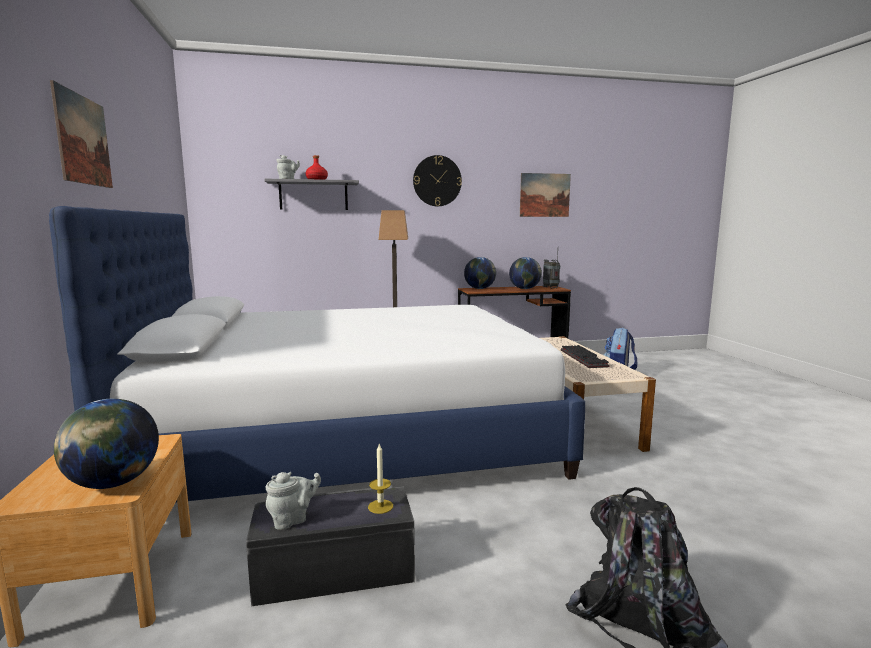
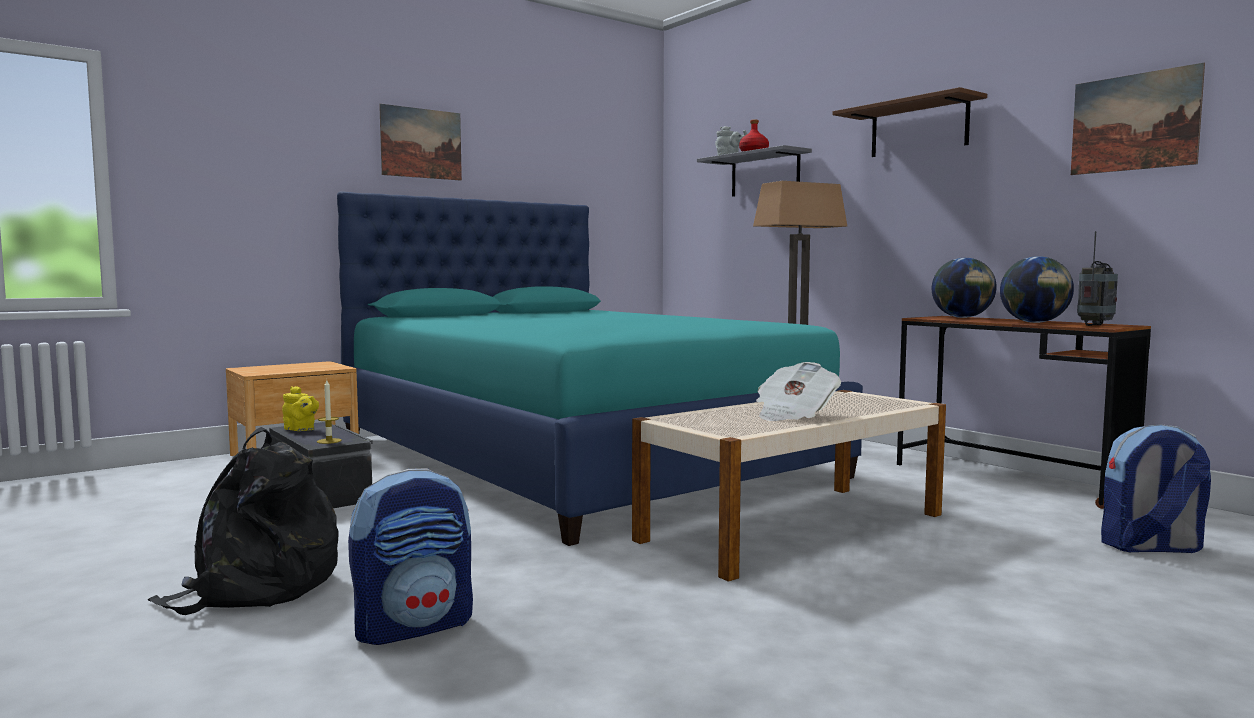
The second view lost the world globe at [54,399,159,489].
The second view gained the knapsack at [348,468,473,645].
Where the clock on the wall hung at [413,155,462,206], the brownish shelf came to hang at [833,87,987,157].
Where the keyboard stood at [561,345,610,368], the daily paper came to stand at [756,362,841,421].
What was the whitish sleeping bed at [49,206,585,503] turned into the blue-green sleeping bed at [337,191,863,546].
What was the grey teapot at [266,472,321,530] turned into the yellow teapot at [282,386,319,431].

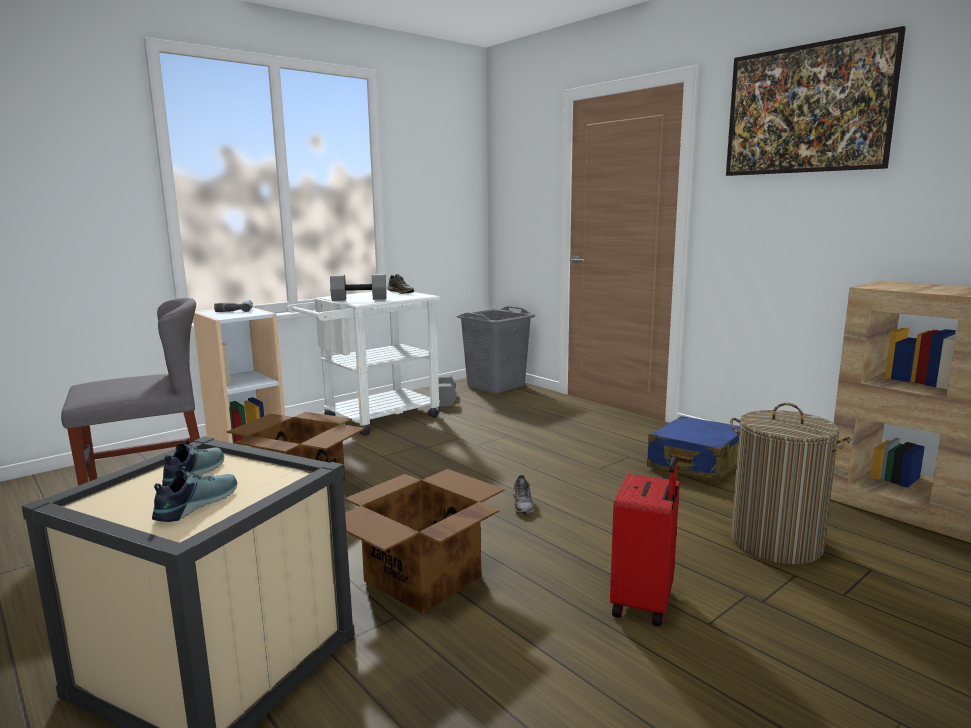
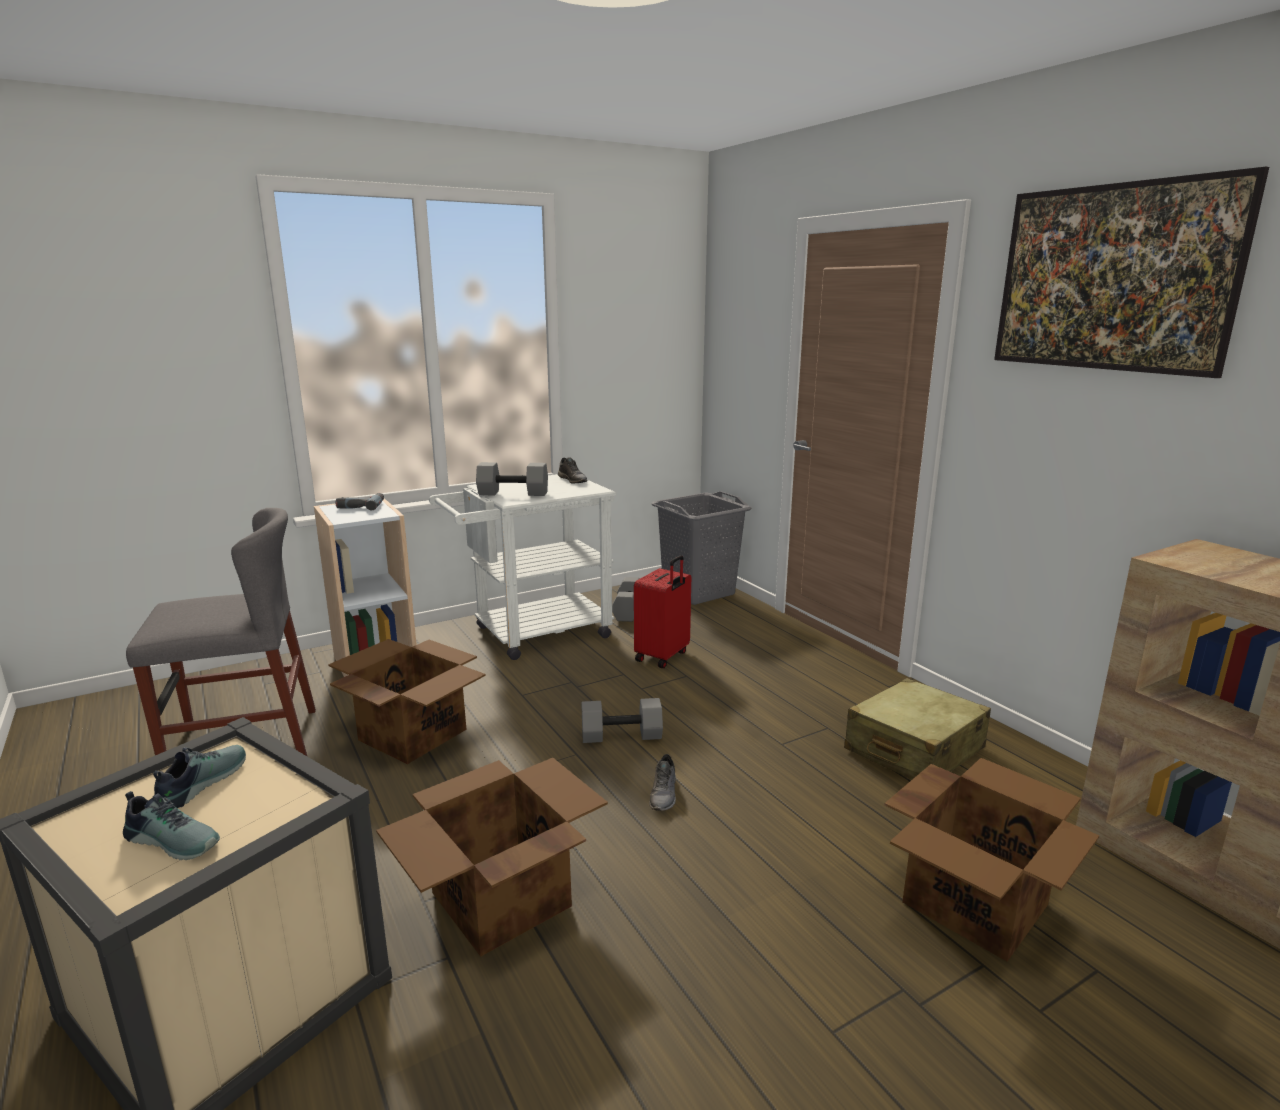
The second view gained the grey dumbbell at [582,698,663,743].
The red travel case ended up elsewhere, having gone from [610,455,680,627] to [634,555,691,668].
Where the washing basket stood at [730,403,852,564], the cardboard box came to stand at [885,758,1099,961].
What was the blue travel case at [647,416,740,482] turned into the beige-coloured travel case at [844,678,991,779].
The shoe at [152,466,237,522] ended up facing another way, 75 degrees clockwise from before.

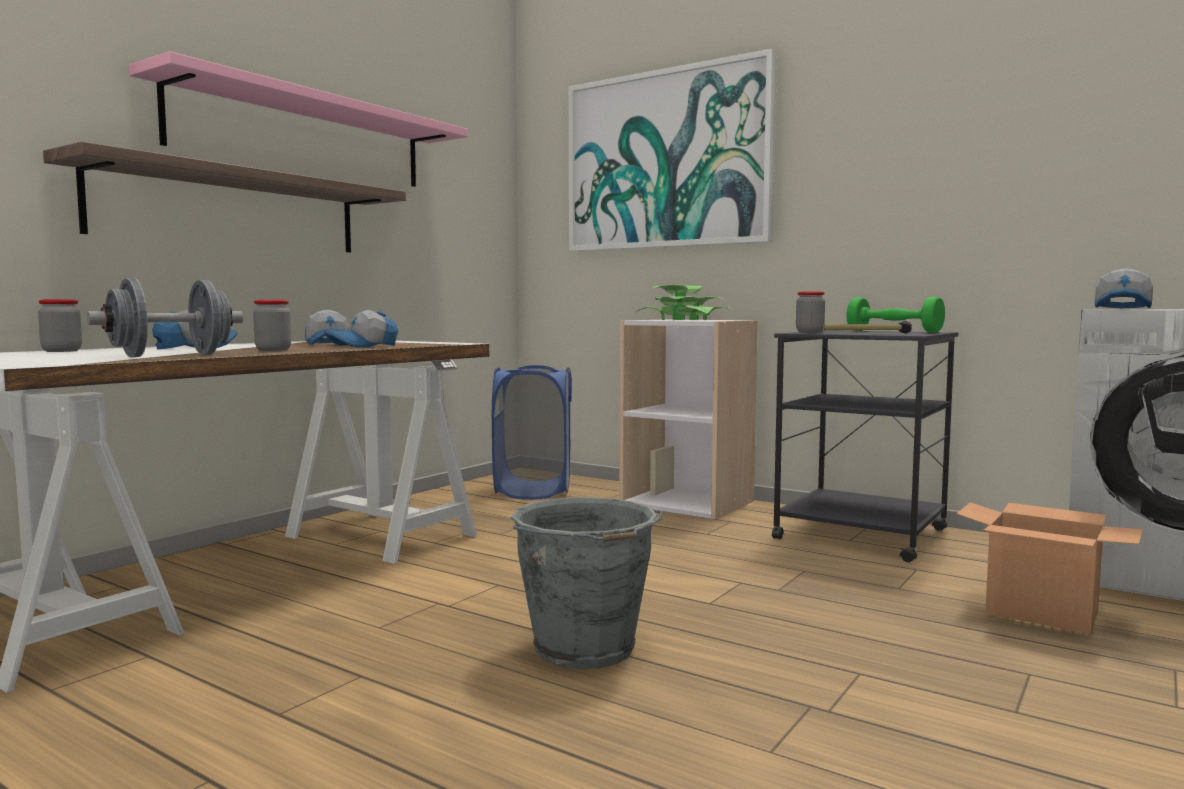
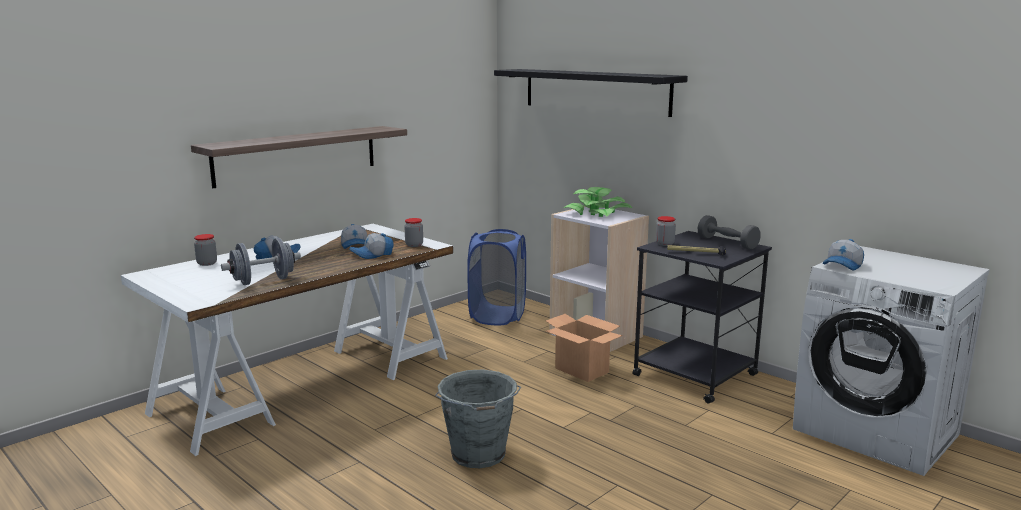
The second view lost the pink shelf at [129,51,468,187].
The preserve jar ended up elsewhere, having gone from [253,299,291,351] to [404,218,423,247].
The cardboard box ended up elsewhere, having gone from [957,502,1143,634] to [546,314,623,382].
Where the picture hung at [569,49,777,251], the black-coloured shelf came to hang at [494,69,688,117].
What was the green dumbbell at [846,297,945,332] turned into the grey dumbbell at [698,215,761,250].

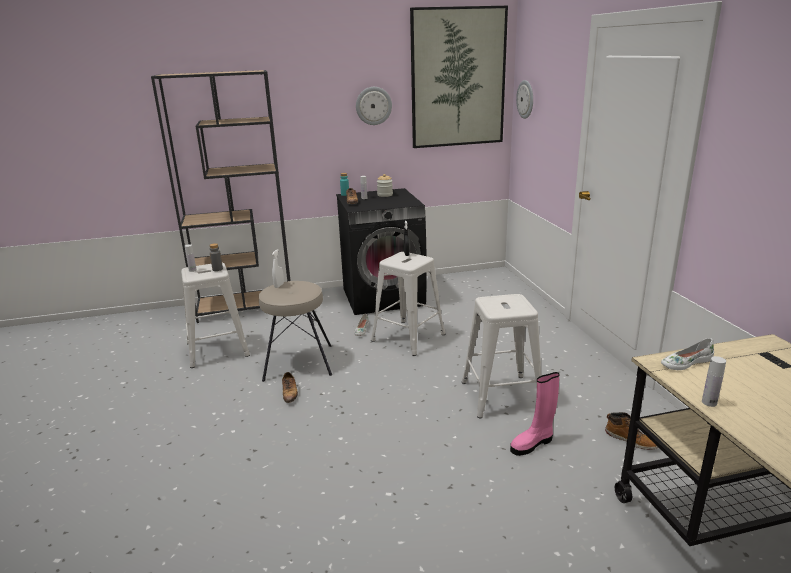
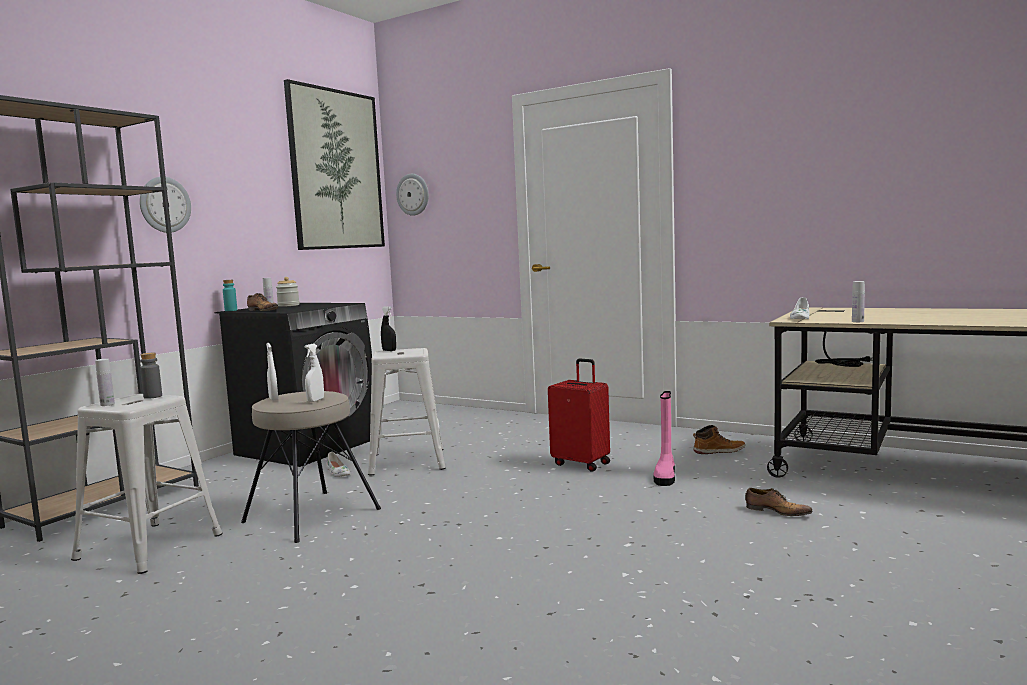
The second view gained the whitish spray bottle at [305,343,324,402].
The shoe ended up elsewhere, having gone from [282,372,298,405] to [745,488,813,517].
The clock on the wall ended up elsewhere, having gone from [356,87,392,125] to [140,177,191,233].
Where the whitish stool stood at [461,294,542,418], the red travel case came to stand at [548,358,610,471].

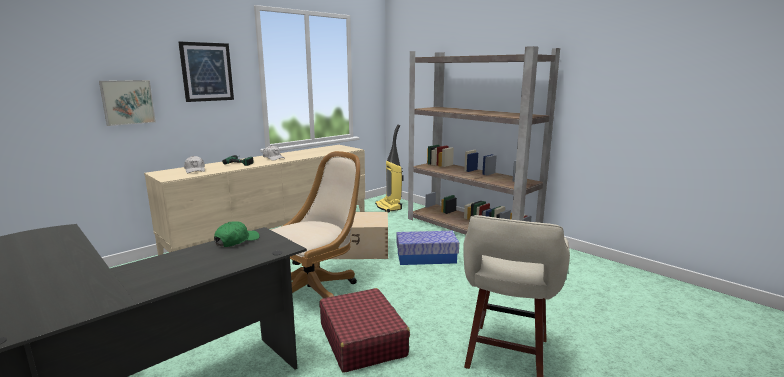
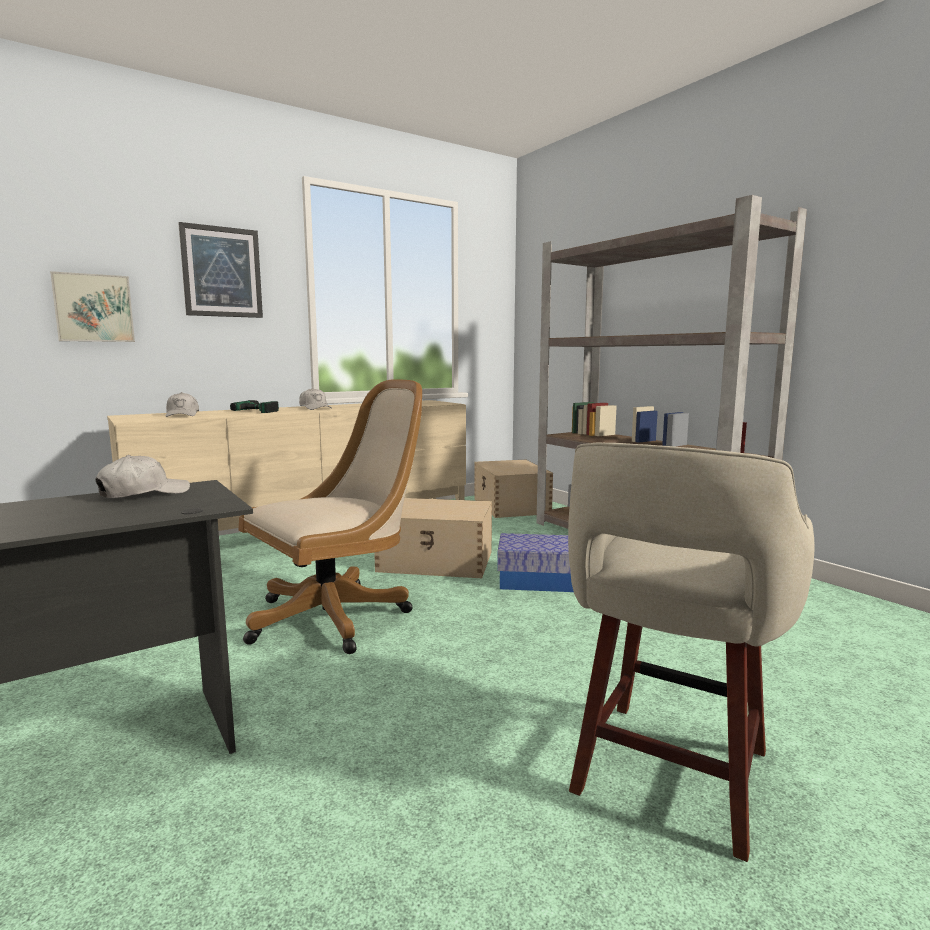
The second view lost the red travel case at [319,288,410,373].
Where the vacuum stood at [375,124,403,213], the beige-coloured storage box came to stand at [474,460,553,518].
What was the green cap at [214,221,260,247] turned into the whitish cap at [96,455,190,498].

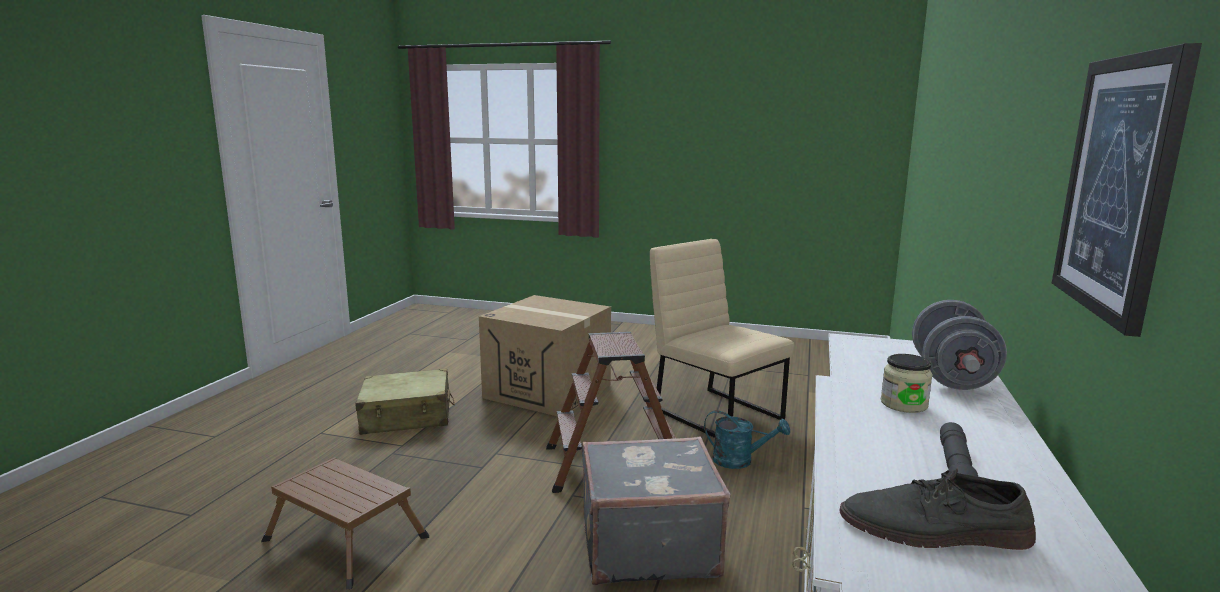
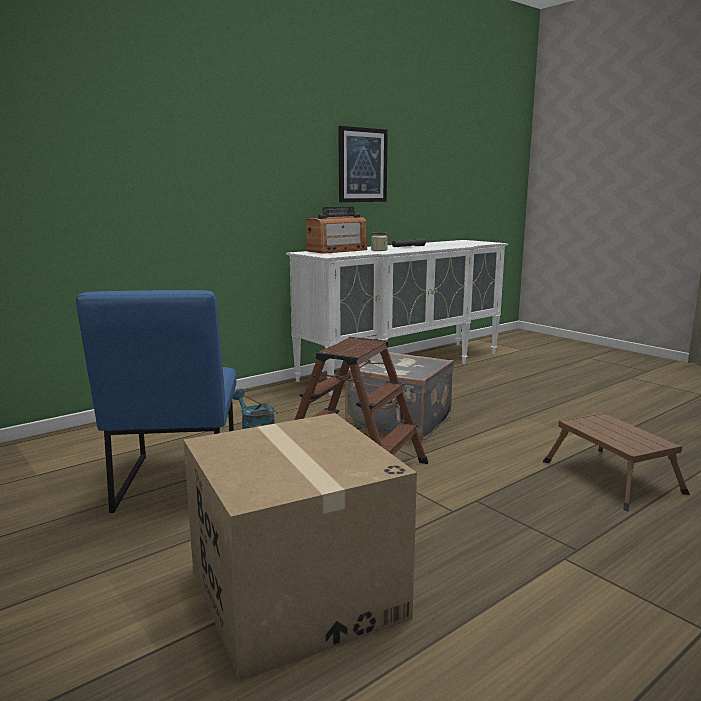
The second view lost the beige-coloured travel case at [355,369,455,435].
The second view lost the grey shoe at [839,467,1036,550].
Where the grey dumbbell stood at [912,300,1007,390], the radio receiver came to stand at [306,206,367,254].
What was the beige-coloured plain chair at [650,239,794,438] turned into the blue plain chair at [76,290,237,513].

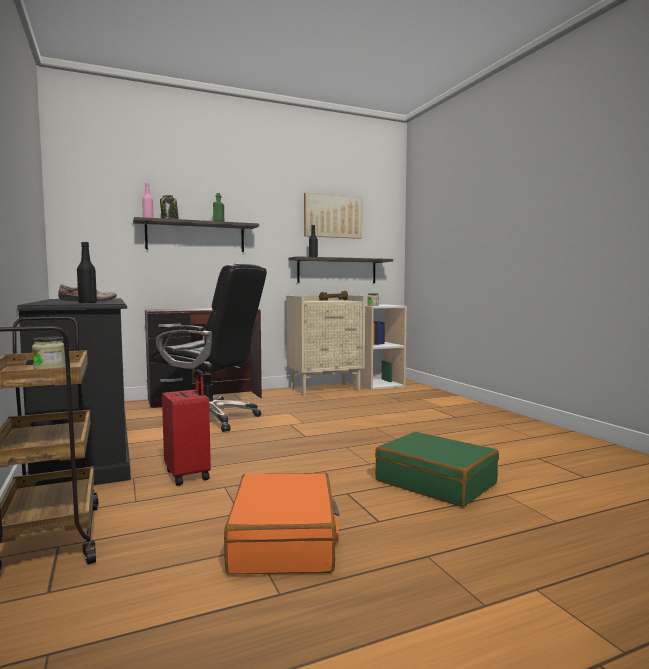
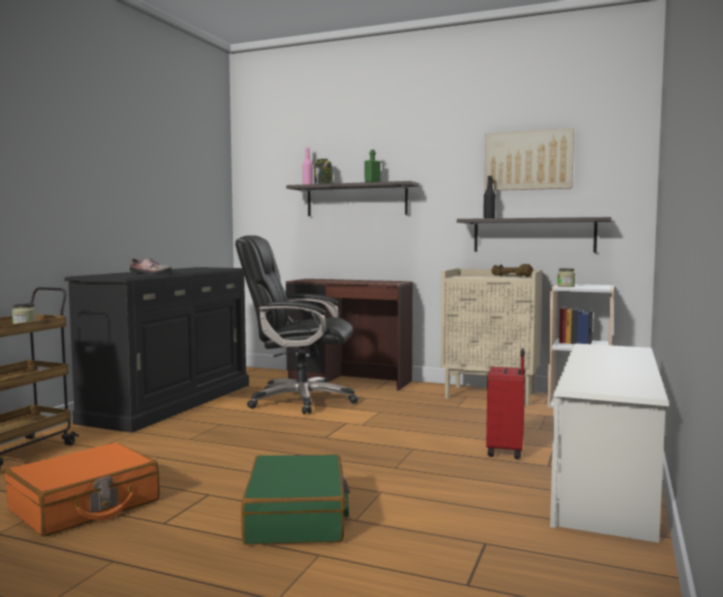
The second view lost the black-coloured bottle at [77,242,97,303].
The second view gained the whitish shoe shelf at [550,343,669,543].
The red travel case ended up elsewhere, having gone from [162,369,211,486] to [486,348,525,459].
The black-coloured computer chair at [150,263,267,432] ended up facing another way, 120 degrees clockwise from before.

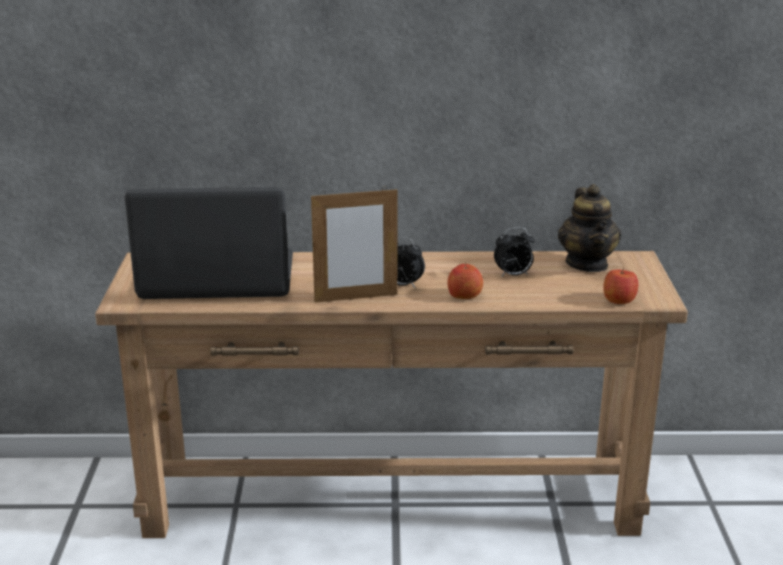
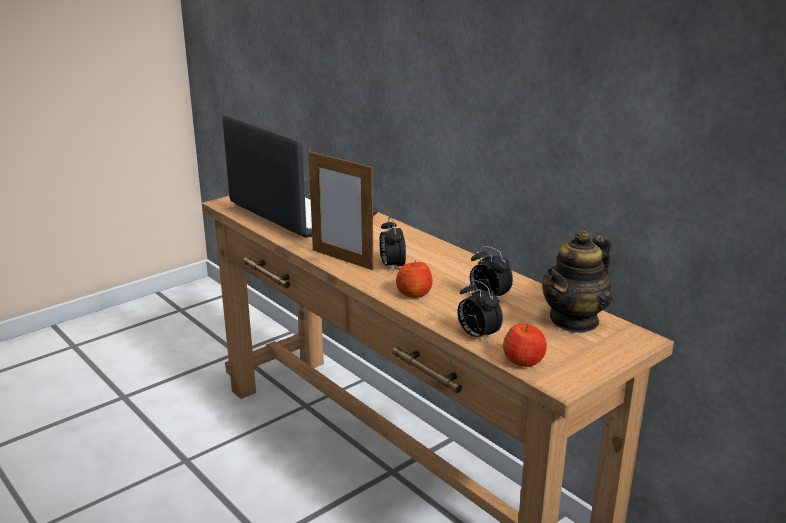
The second view gained the bedside clock at [458,279,503,343].

